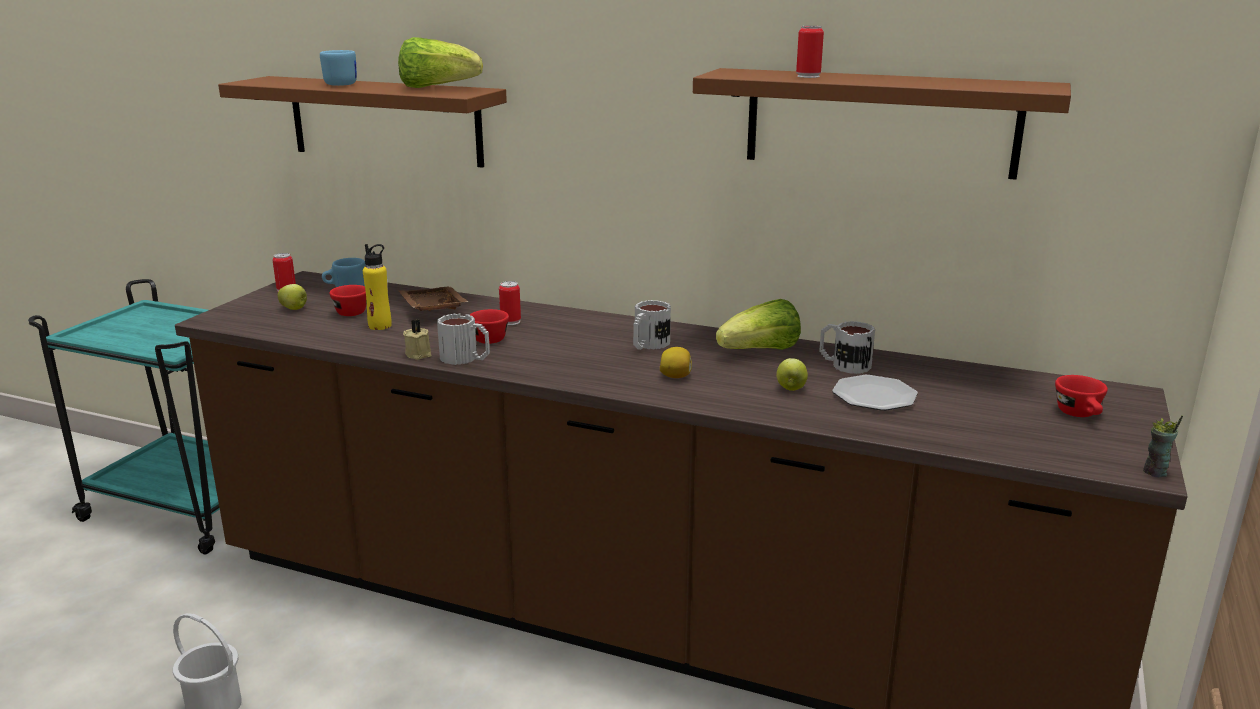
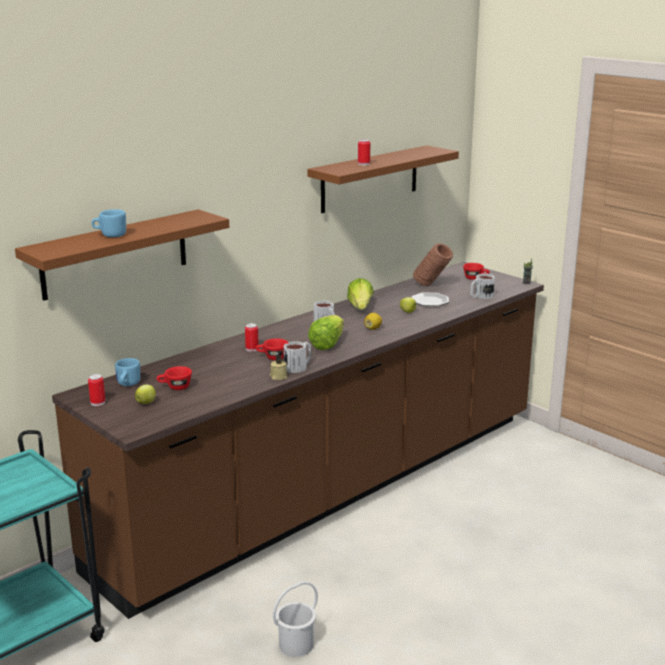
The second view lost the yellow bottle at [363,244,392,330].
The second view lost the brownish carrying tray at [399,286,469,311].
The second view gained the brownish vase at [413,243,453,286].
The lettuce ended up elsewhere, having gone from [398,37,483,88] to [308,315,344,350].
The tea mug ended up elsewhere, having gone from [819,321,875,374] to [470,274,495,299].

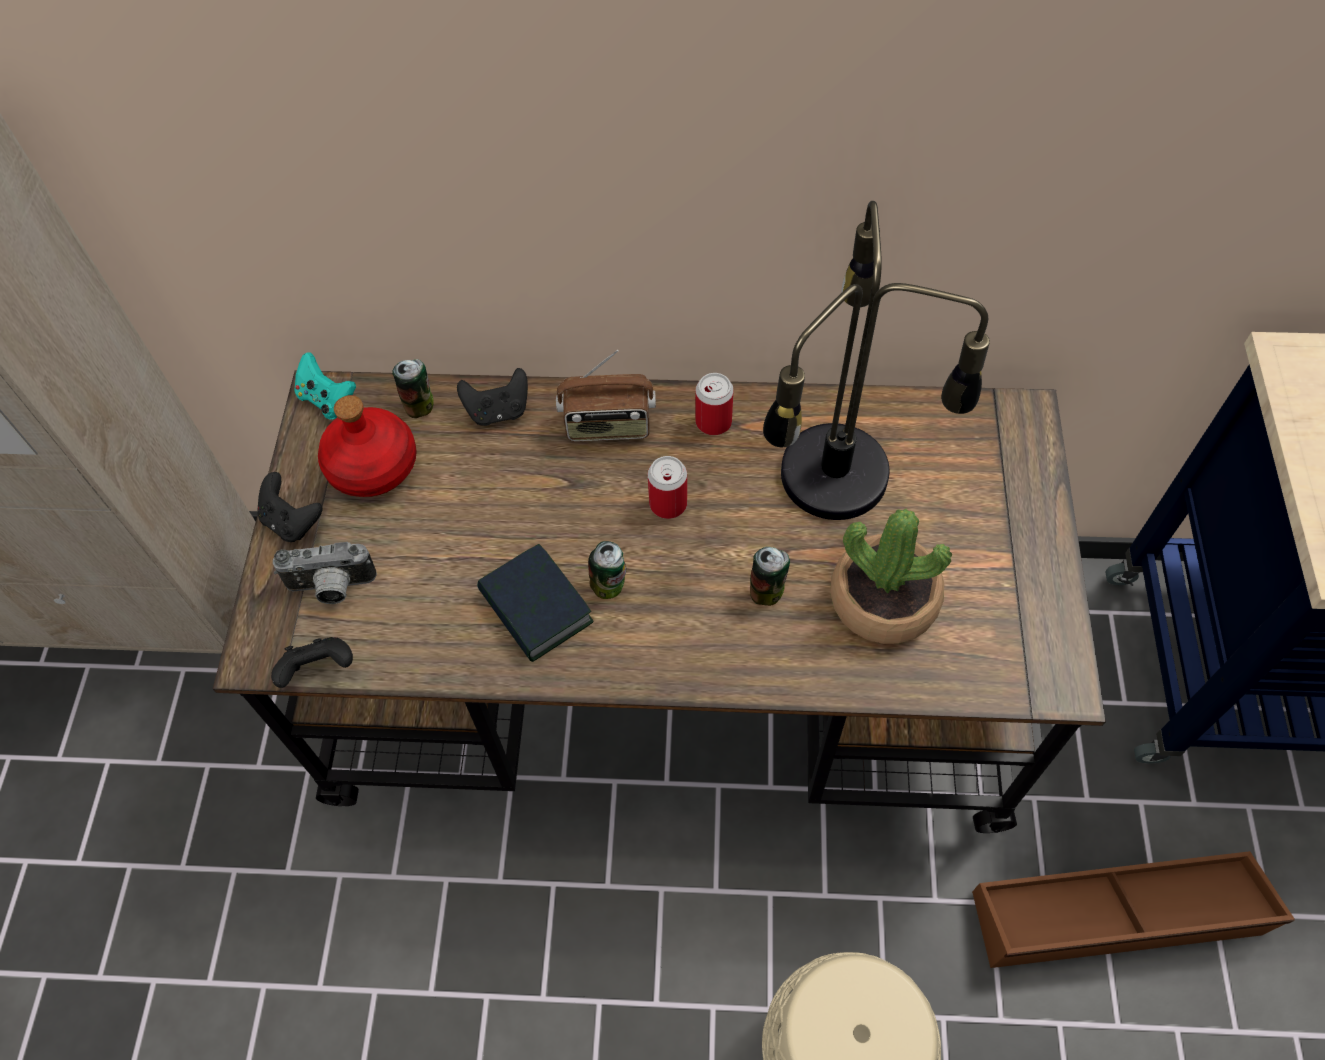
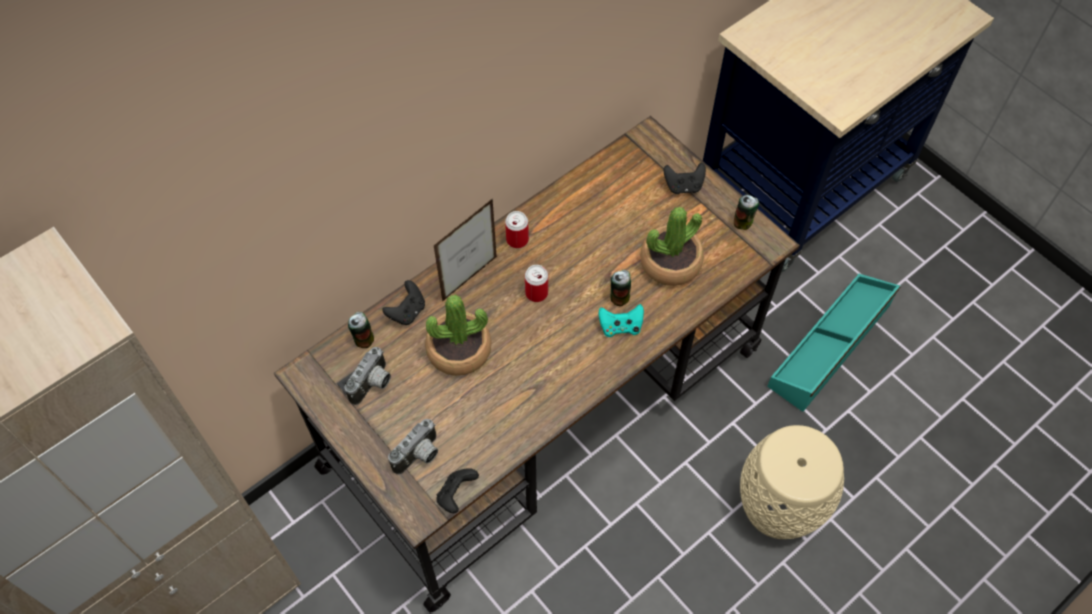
The second view lost the volume at [477,544,594,662].
The second view lost the lamp for a table at [763,201,990,520].
The second view gained the houseplant at [425,294,491,376].
The black-coloured game controller ended up elsewhere, having gone from [257,472,322,542] to [664,163,706,194].
The blue-green game controller ended up elsewhere, having gone from [294,353,356,419] to [598,304,644,337].
The metal can ended up elsewhere, having gone from [588,541,626,599] to [734,195,759,230].
Where the red bottle stood at [318,395,417,497], the still camera came to stand at [344,347,391,405].
Where the radio receiver stood at [556,350,656,442], the standing frame came to stand at [434,198,497,301].
What was the brownish storage box at [972,851,1295,968] turned into the blue-green storage box at [767,274,901,412].

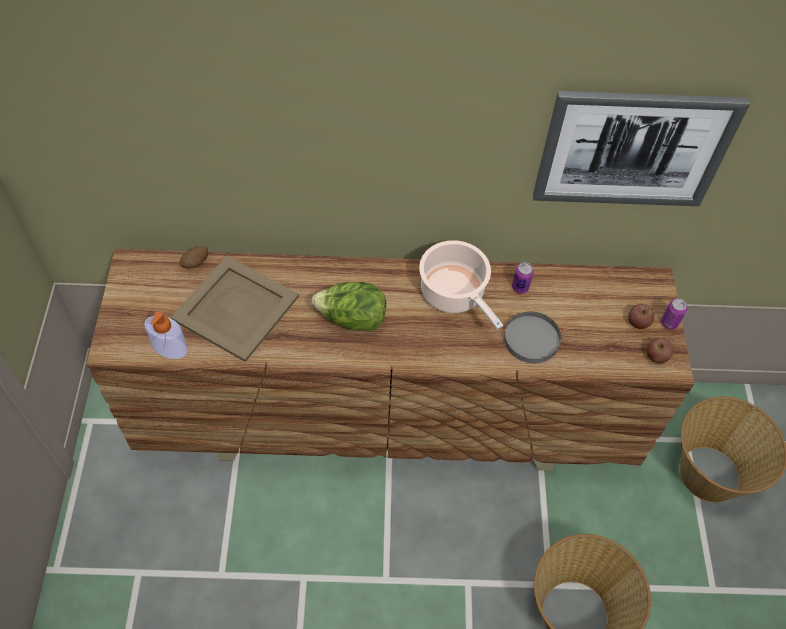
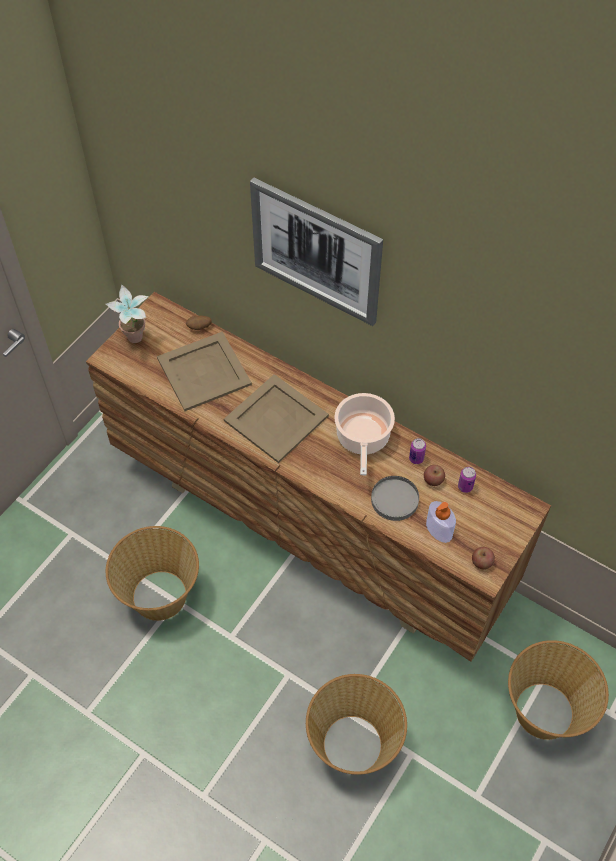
The second view gained the houseplant at [106,284,148,343].
The second view gained the household basket at [106,526,199,621].
The soap dispenser ended up elsewhere, having gone from [144,311,188,359] to [426,501,456,543].
The picture ended up elsewhere, having gone from [533,91,750,206] to [250,177,383,326].
The apple fruit ended up elsewhere, having gone from [628,304,654,329] to [424,465,445,486].
The metal can ended up elsewhere, having gone from [661,298,687,329] to [458,467,476,493].
Where the lettuce stood at [311,282,386,331], the beige-coloured carrying tray came to stand at [224,374,329,463].

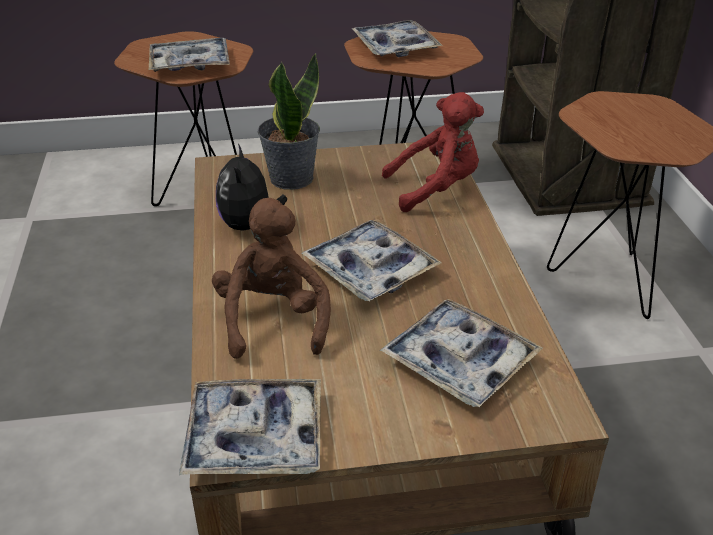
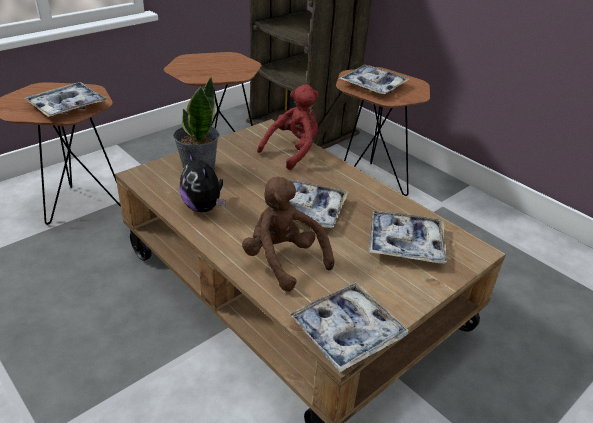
The carrying tray ended up elsewhere, having gone from [352,20,443,57] to [339,65,410,94].

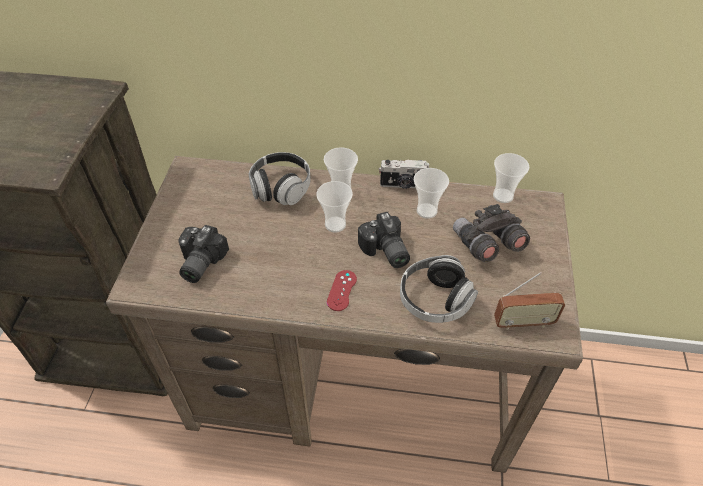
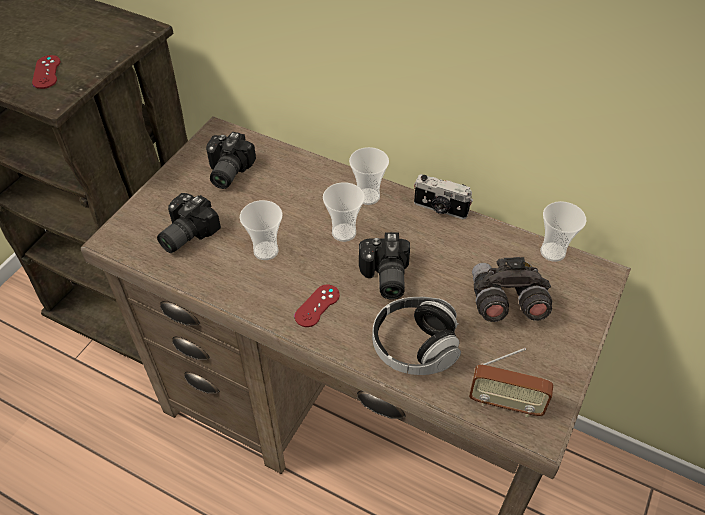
The second view lost the pair of headphones at [249,152,311,205].
The second view gained the red game controller at [32,55,61,89].
The second view gained the still camera at [206,132,256,189].
The cup ended up elsewhere, having gone from [414,168,449,219] to [240,200,282,260].

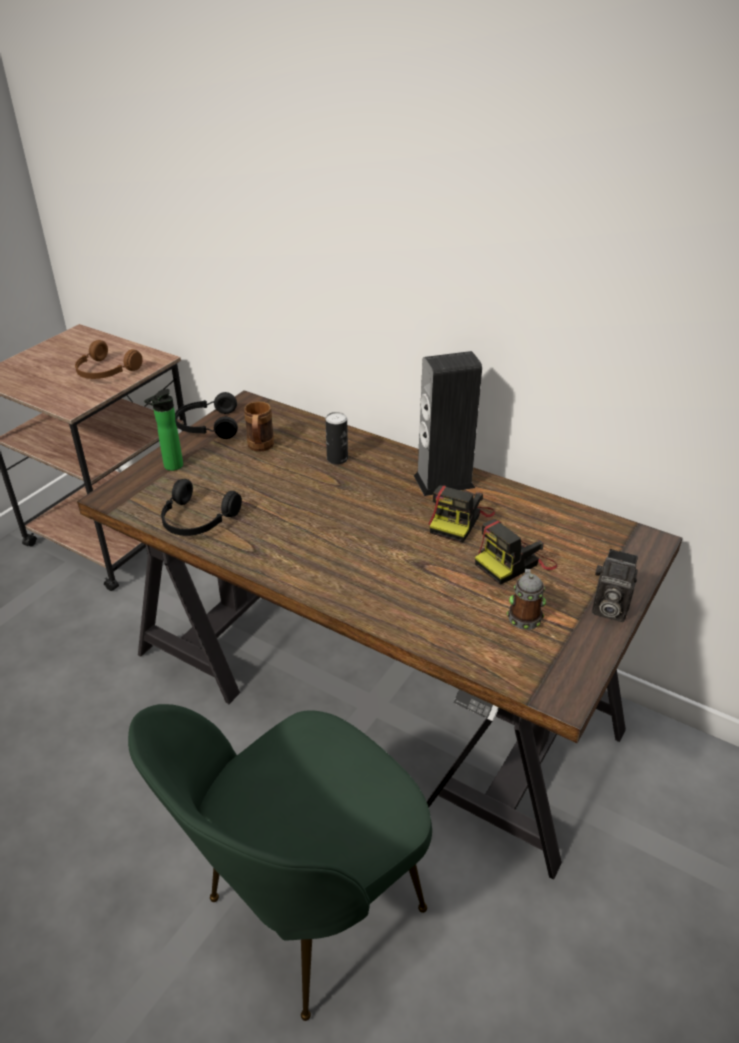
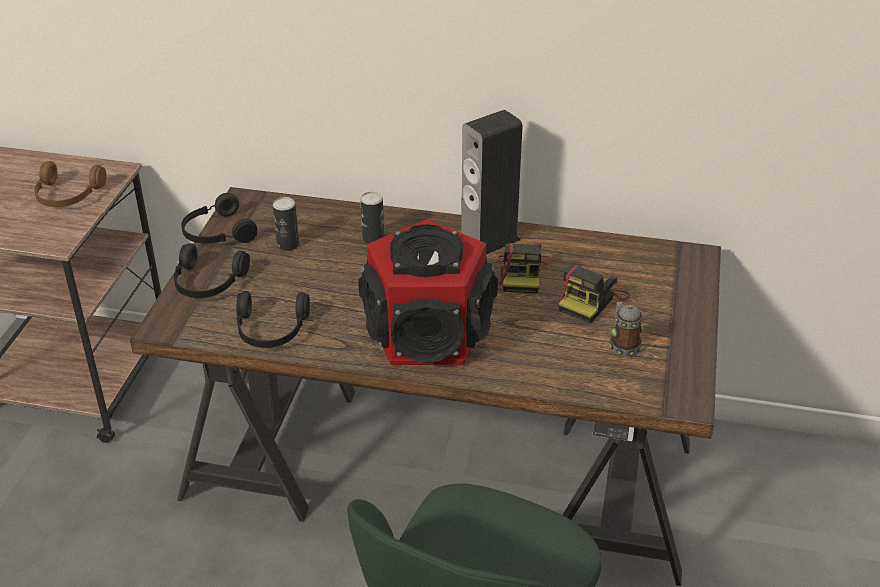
The second view lost the still camera at [592,549,638,622].
The second view gained the audio speaker at [359,219,498,365].
Where the bottle stood at [144,389,183,471], the black-coloured pair of headphones came to stand at [174,243,250,298].
Where the brownish tea mug stood at [244,401,274,452], the metal can came to stand at [273,197,299,251].

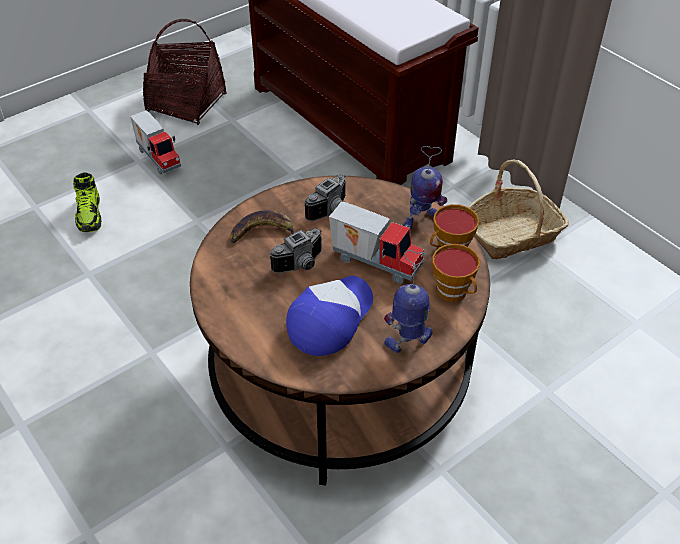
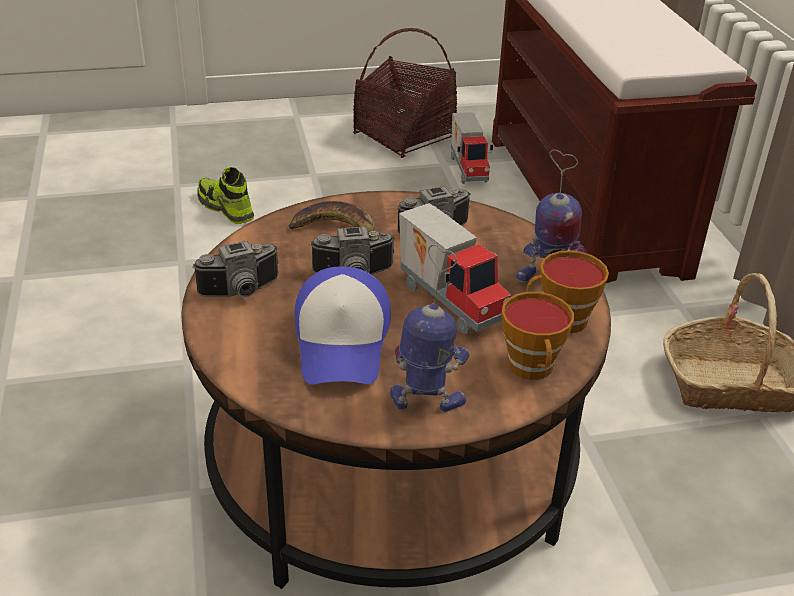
The second view gained the still camera at [192,241,279,297].
The model truck ended up elsewhere, having gone from [130,110,181,175] to [451,112,493,184].
The shoe at [73,172,102,232] ended up facing another way, 120 degrees clockwise from before.
The cap at [286,276,373,356] ended up facing another way, 120 degrees clockwise from before.

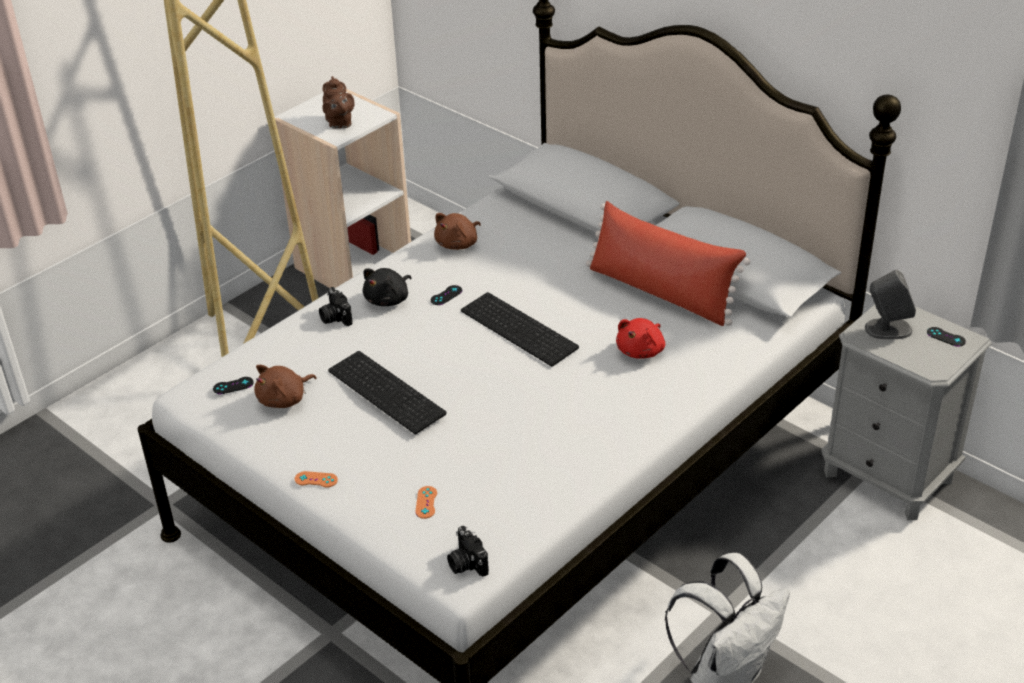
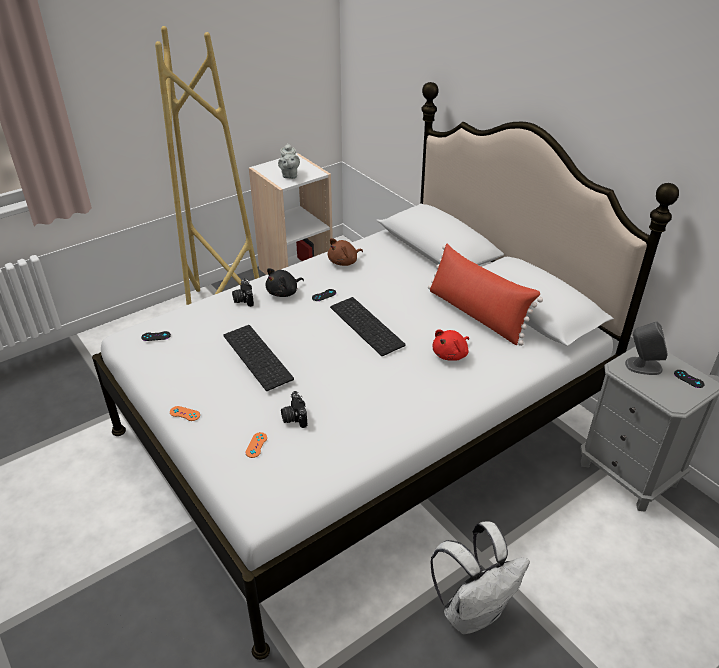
The second view lost the brownish cuddly toy at [254,365,316,408].
The still camera ended up elsewhere, having gone from [447,526,489,577] to [281,391,307,428].
What was the brownish teapot at [322,76,355,129] turned into the grey teapot at [278,143,300,179].

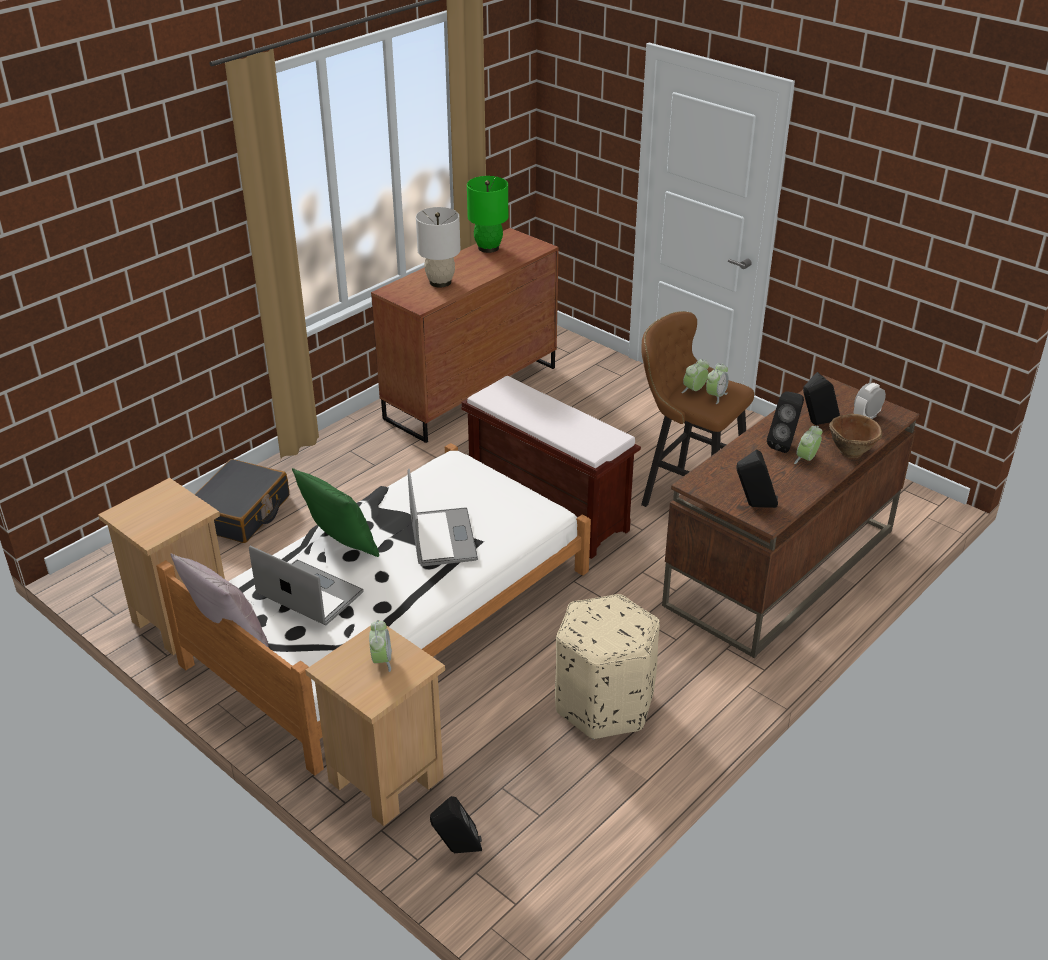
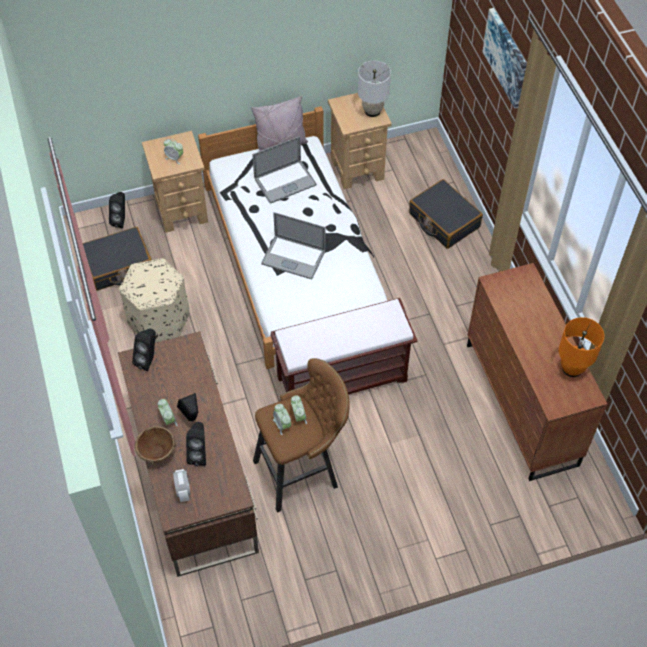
The second view lost the green cushion at [292,468,379,557].
The second view gained the black-coloured travel case at [83,227,152,290].
The second view gained the picture at [482,8,527,109].
The whitish lamp for a table ended up elsewhere, having gone from [416,207,461,287] to [358,61,391,117].
What was the green lamp for a table at [467,176,508,253] turned into the orangey lamp for a table at [558,317,604,377].

